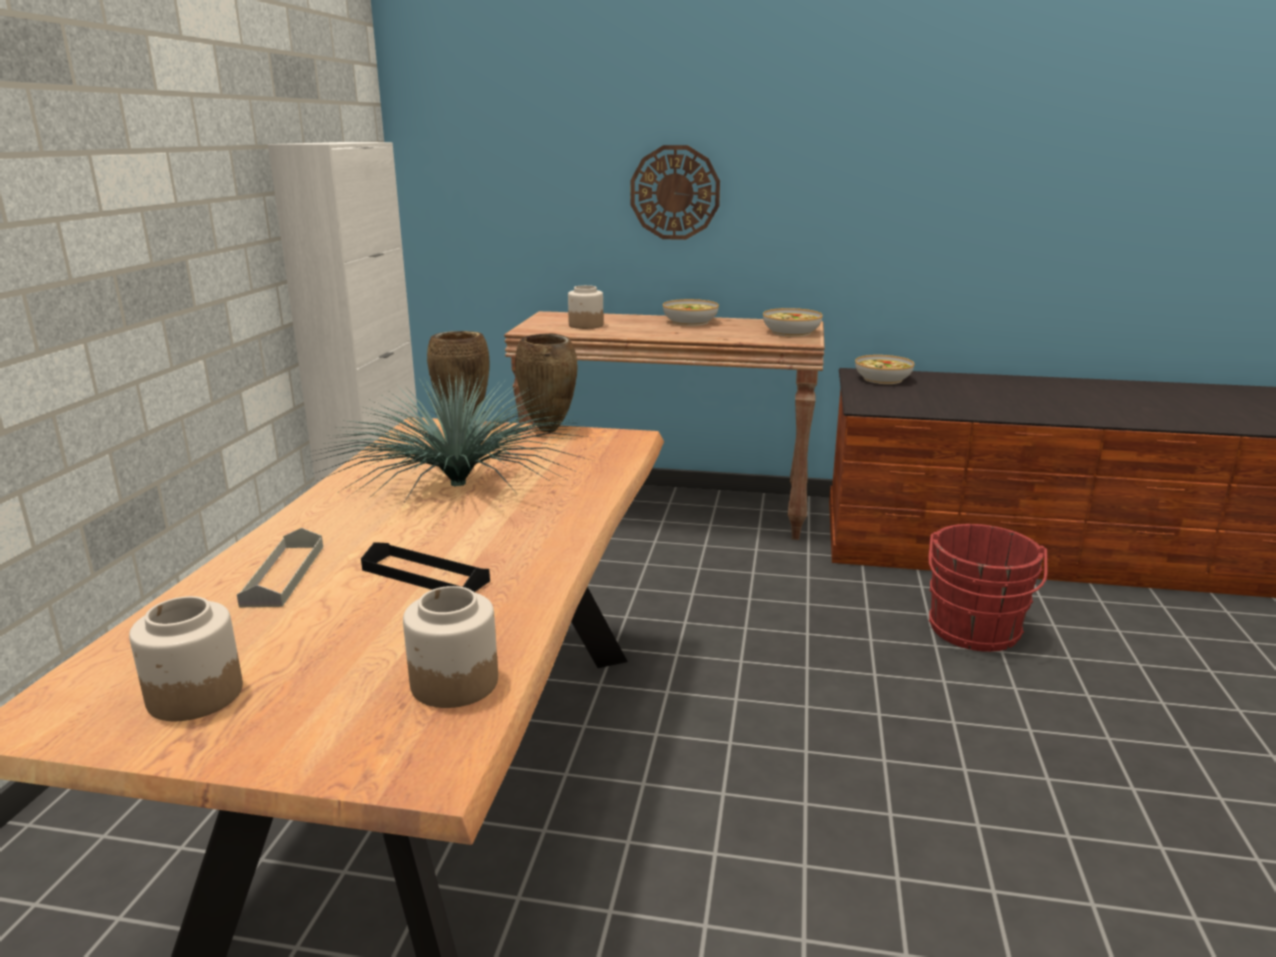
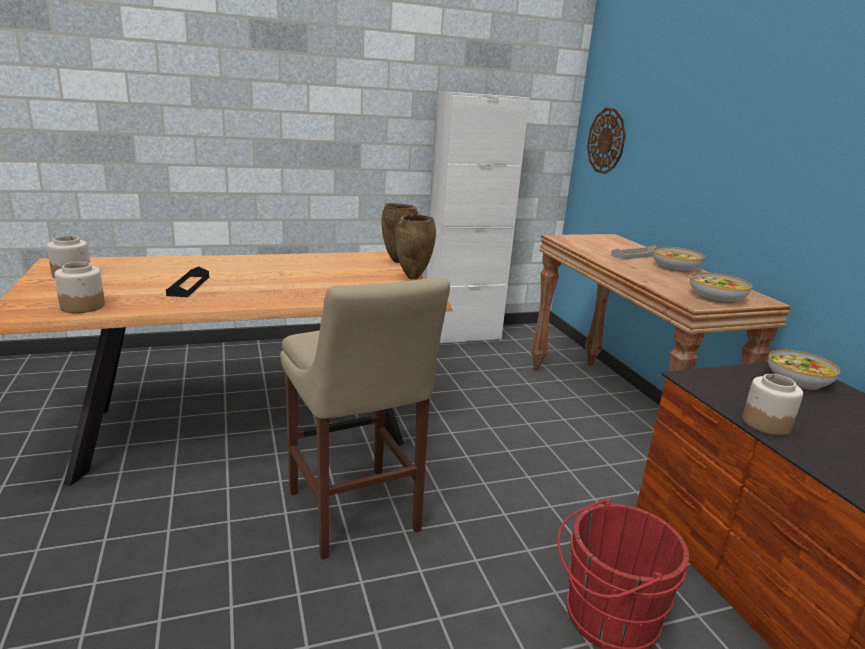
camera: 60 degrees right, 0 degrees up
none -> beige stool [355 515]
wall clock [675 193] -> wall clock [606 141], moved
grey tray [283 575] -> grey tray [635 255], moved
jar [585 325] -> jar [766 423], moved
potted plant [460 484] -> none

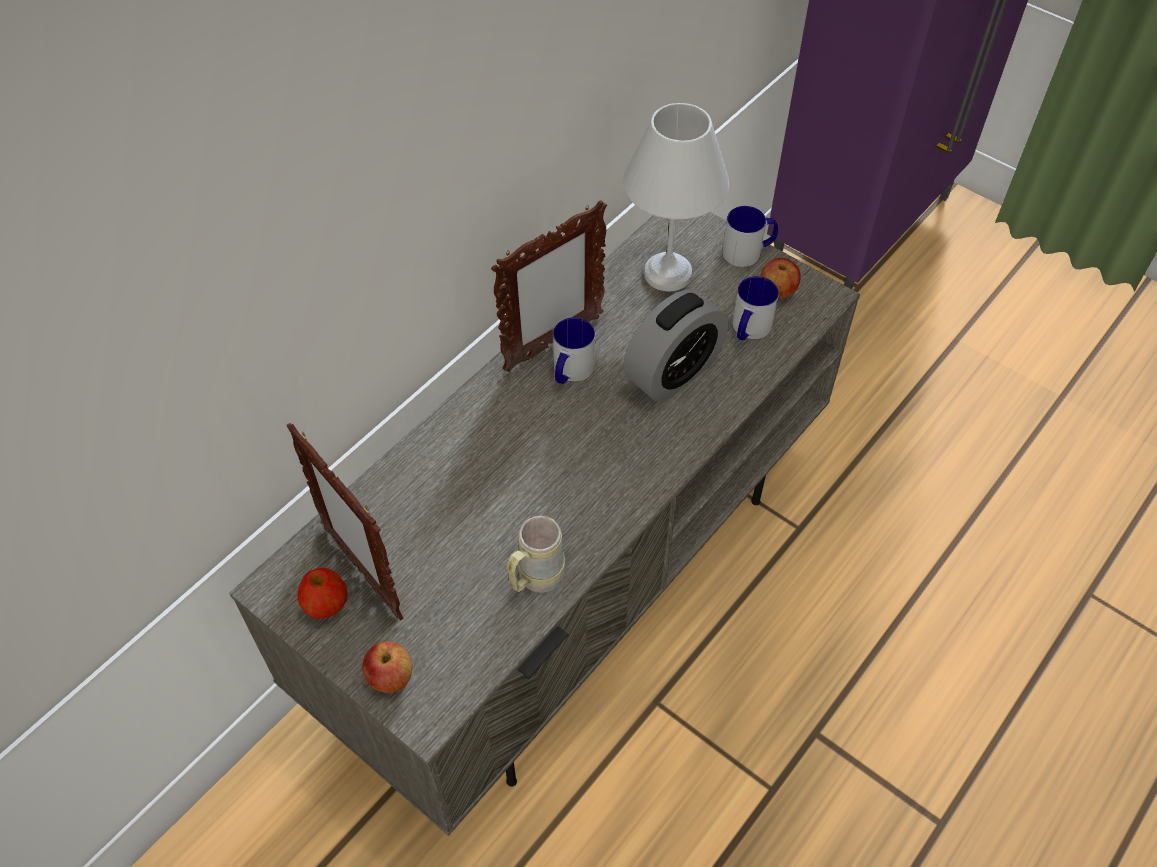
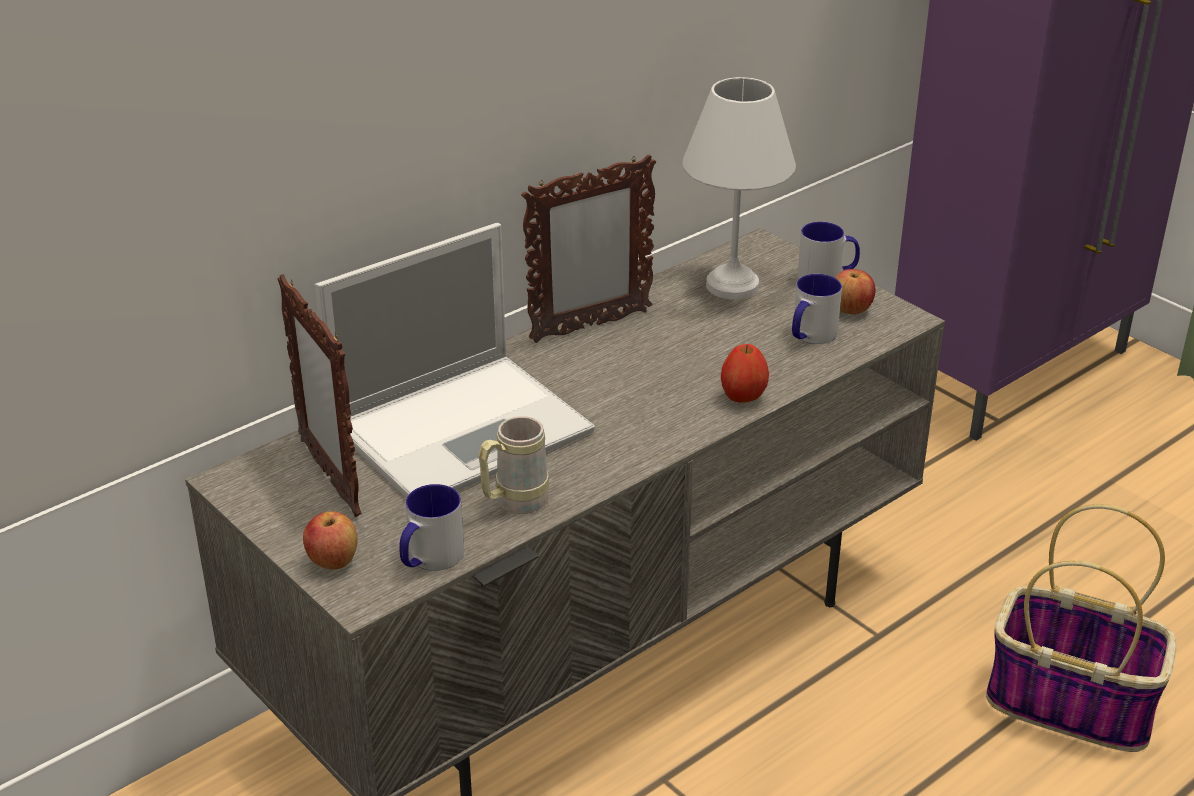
camera: 10 degrees right, 20 degrees down
none -> laptop [465 427]
mug [570 372] -> mug [429 559], moved
apple [326 606] -> apple [742 397], moved
none -> basket [1072 704]
alarm clock [673 373] -> none

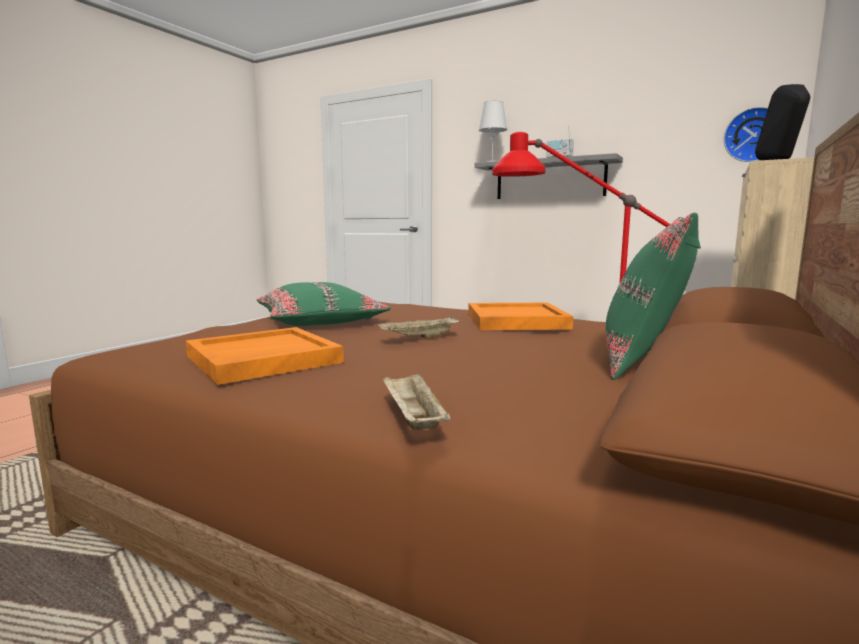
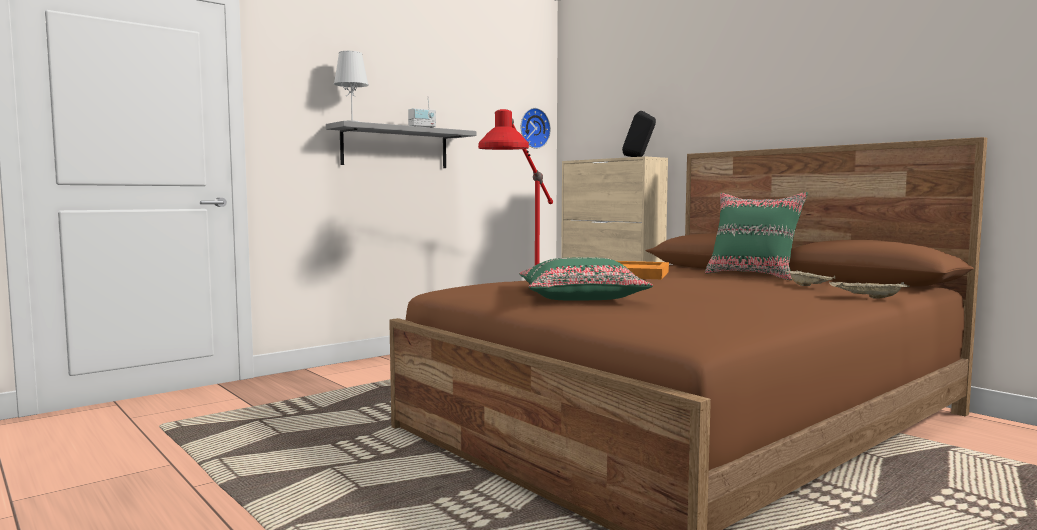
camera: 70 degrees left, 5 degrees down
beige tray [420 338] -> beige tray [809 286], moved
orange tray [262 359] -> none

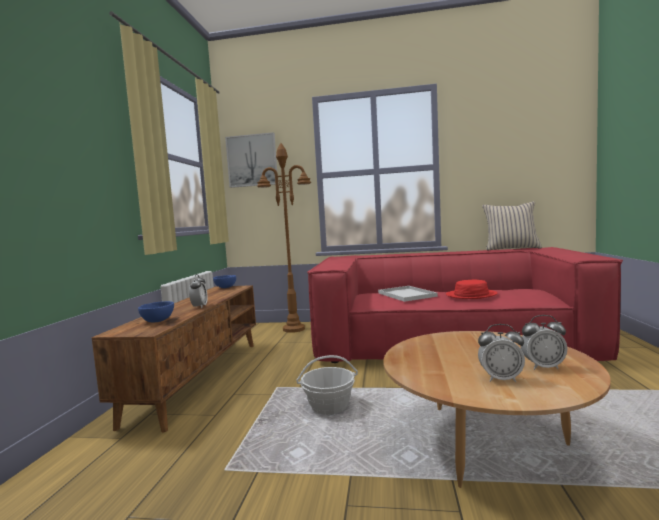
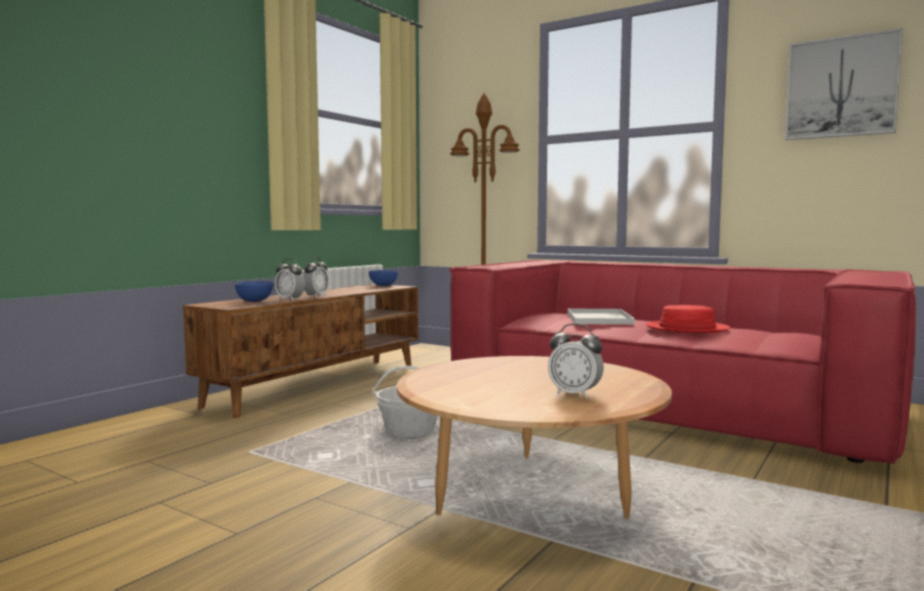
camera: 25 degrees right, 0 degrees up
alarm clock [500 379] -> alarm clock [290 300], moved
picture [252 160] -> picture [841 87], moved
beige pillow [511 248] -> none

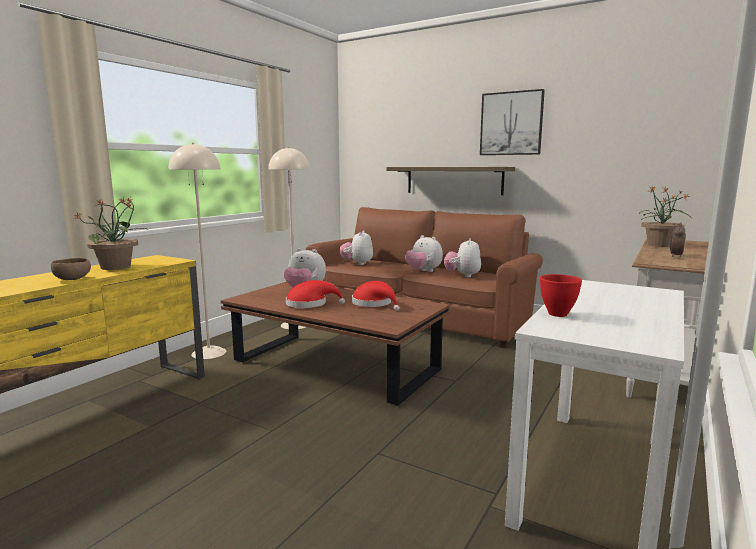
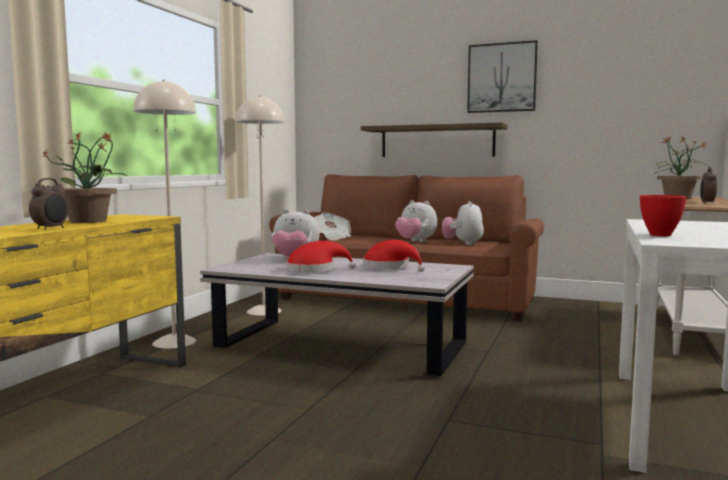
camera: 10 degrees left, 5 degrees down
brown bowl [73 279] -> alarm clock [51 228]
brown coffee table [335 366] -> white coffee table [341 346]
plush toy [357 264] -> newspaper [332 237]

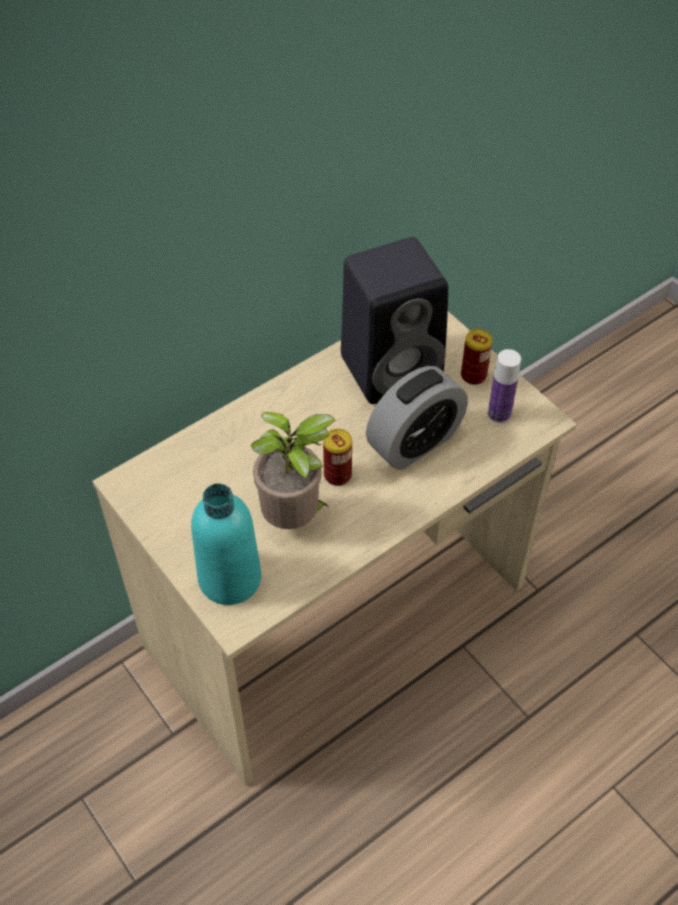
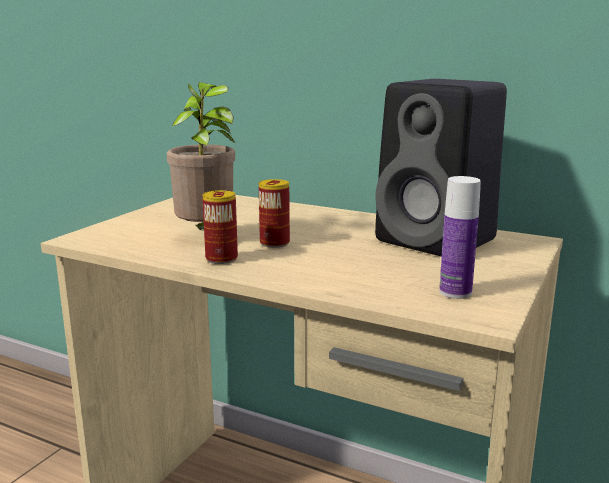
camera: 65 degrees right, 35 degrees down
can [473 375] -> can [221 259], moved
turquoise bottle [230 578] -> none
alarm clock [414 442] -> none

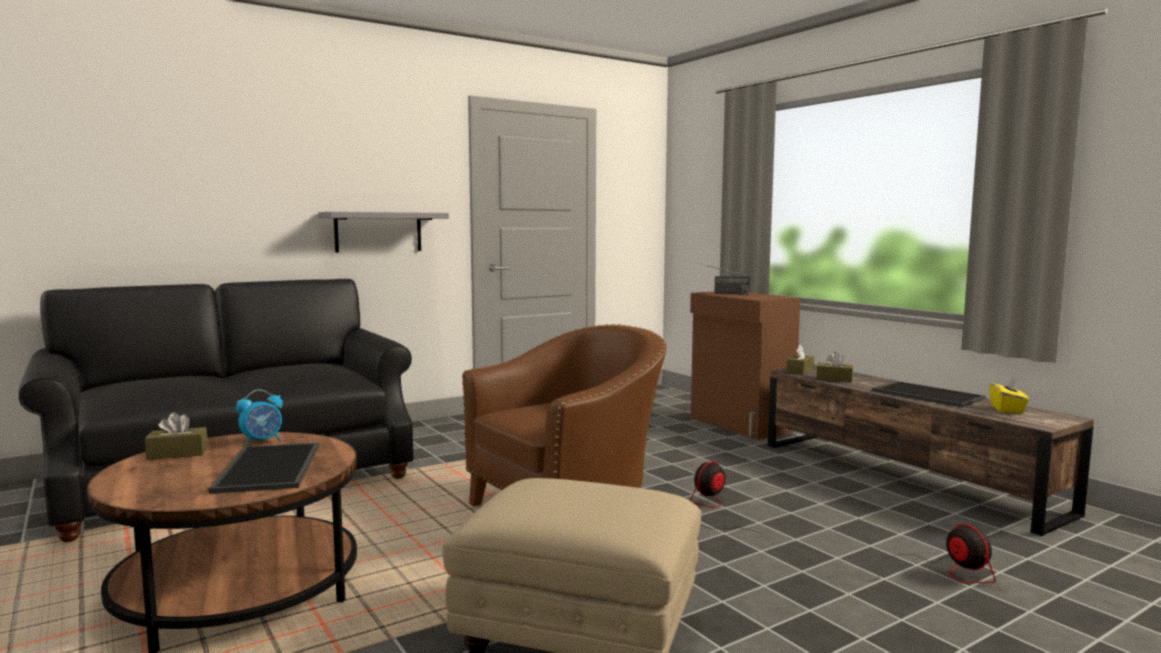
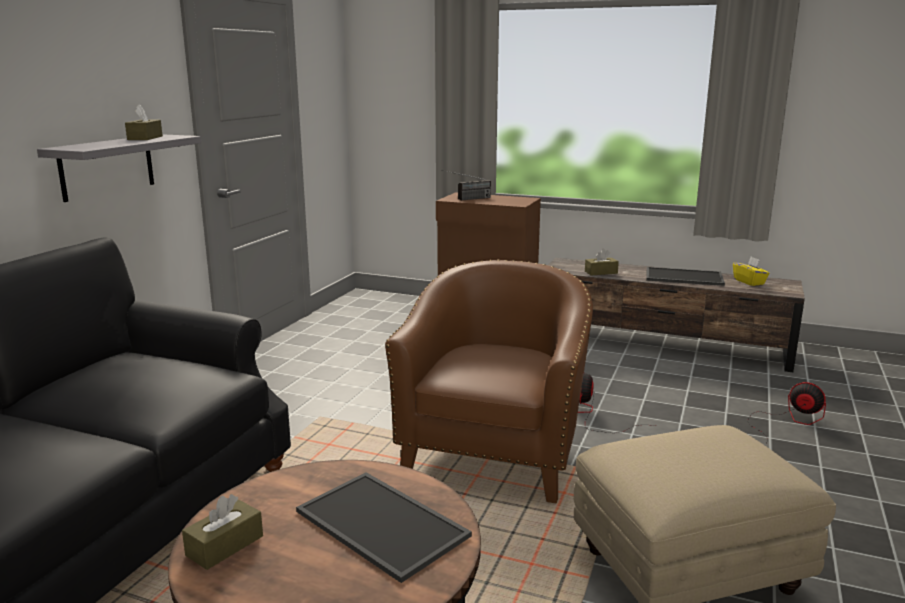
camera: 35 degrees left, 10 degrees up
brown tissue box [800 371] -> brown tissue box [145 138], moved
alarm clock [262 441] -> none

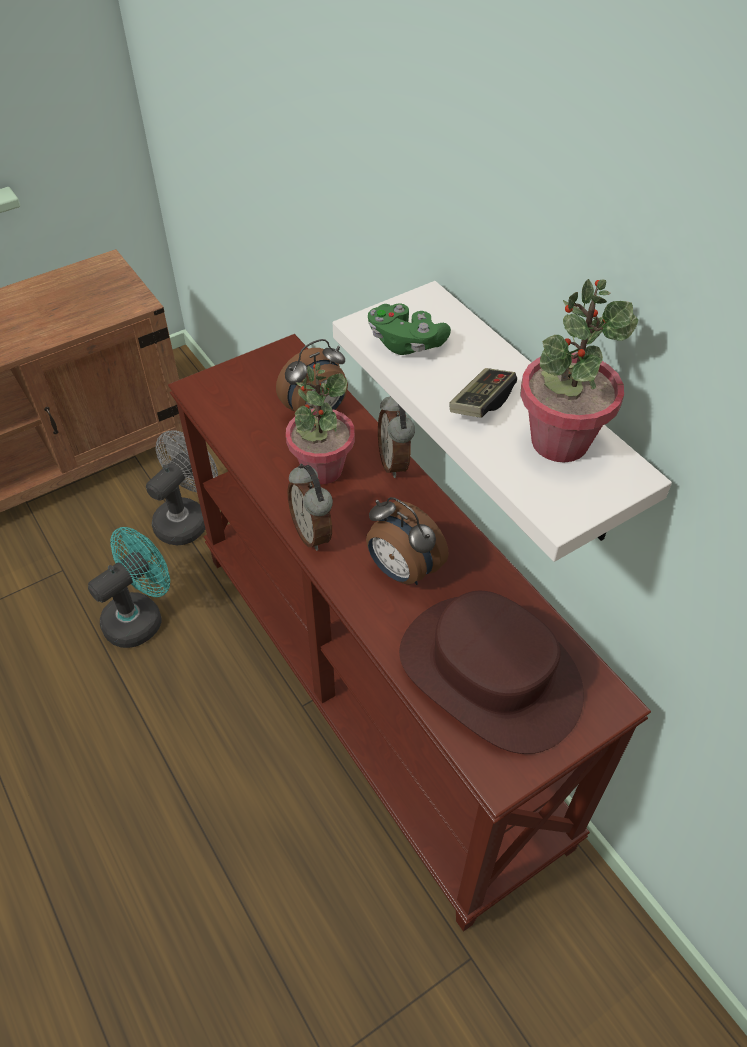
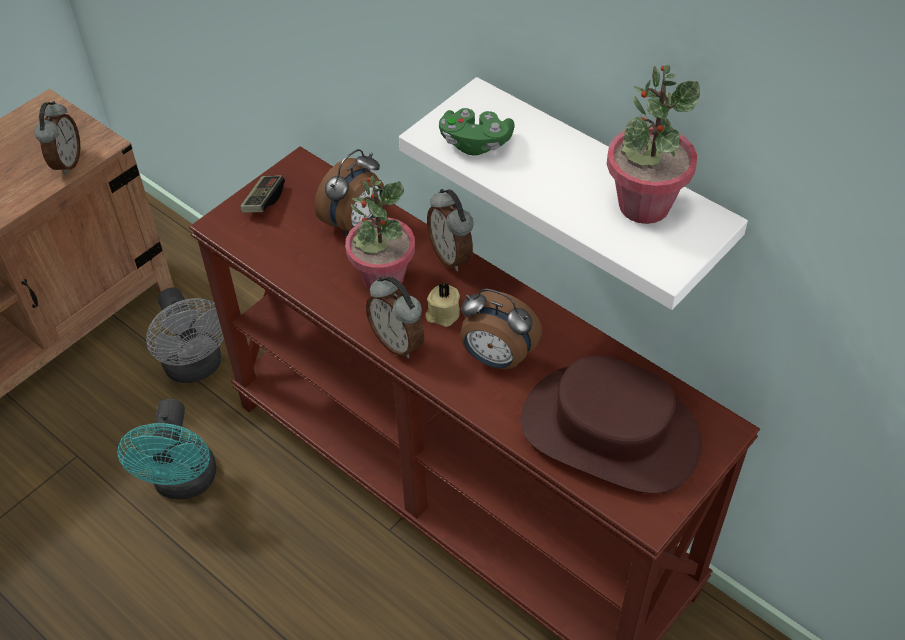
camera: 15 degrees left, 0 degrees up
none -> alarm clock [66 163]
turquoise fan [140 616] -> turquoise fan [184 483], 150 degrees clockwise
grey fan [187 518] -> grey fan [196 368], 135 degrees clockwise
game controller [481 403] -> game controller [264 201], moved
none -> beige candle [442 314]

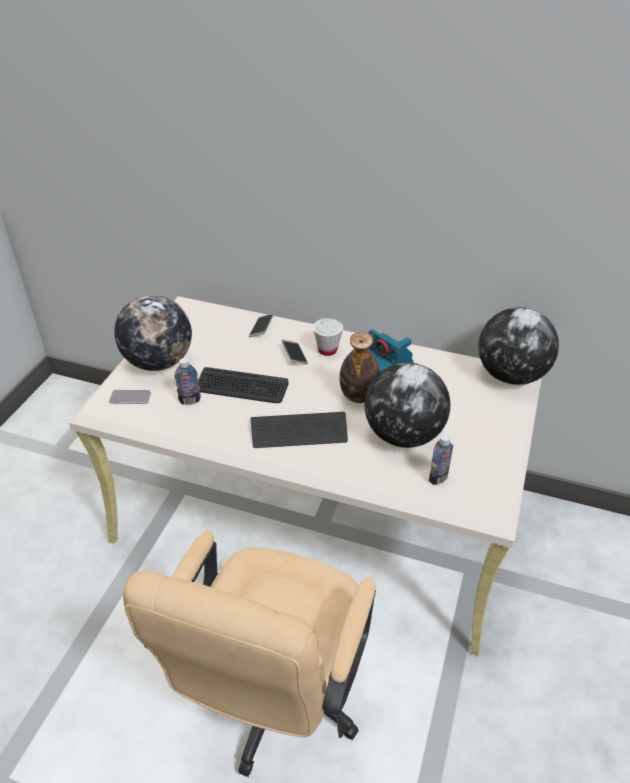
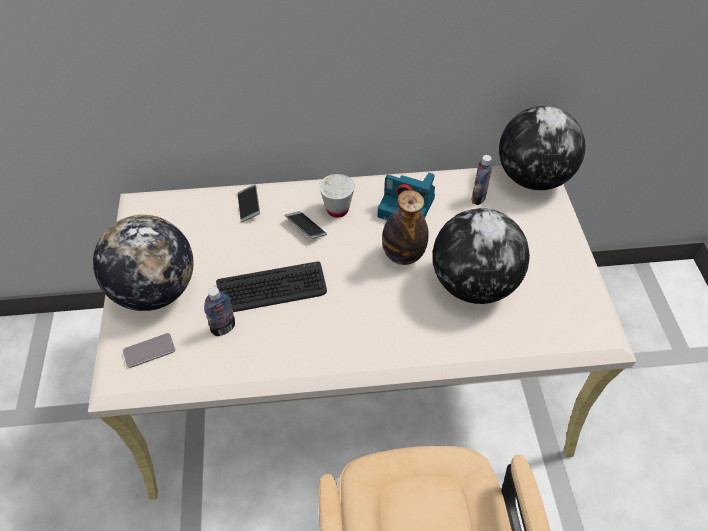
camera: 25 degrees left, 10 degrees up
bottle [438 478] -> bottle [478 198], moved
keyboard [299 431] -> none

